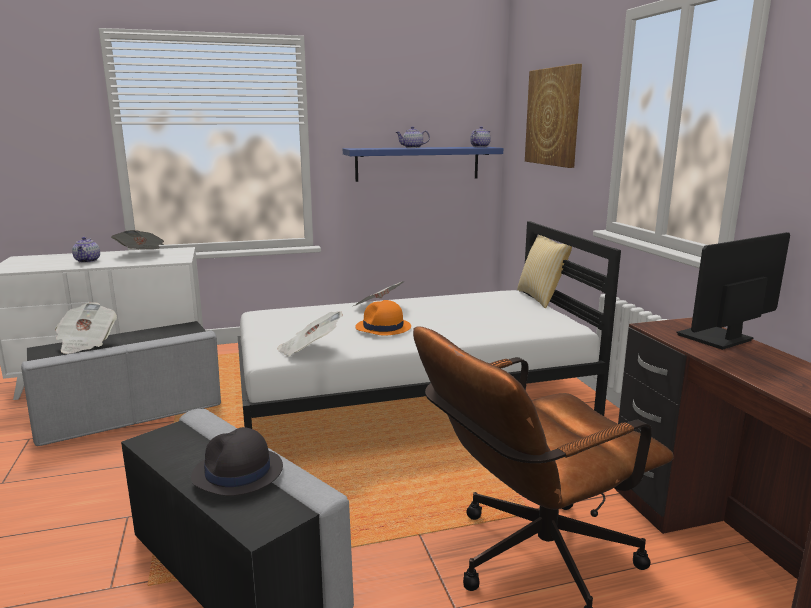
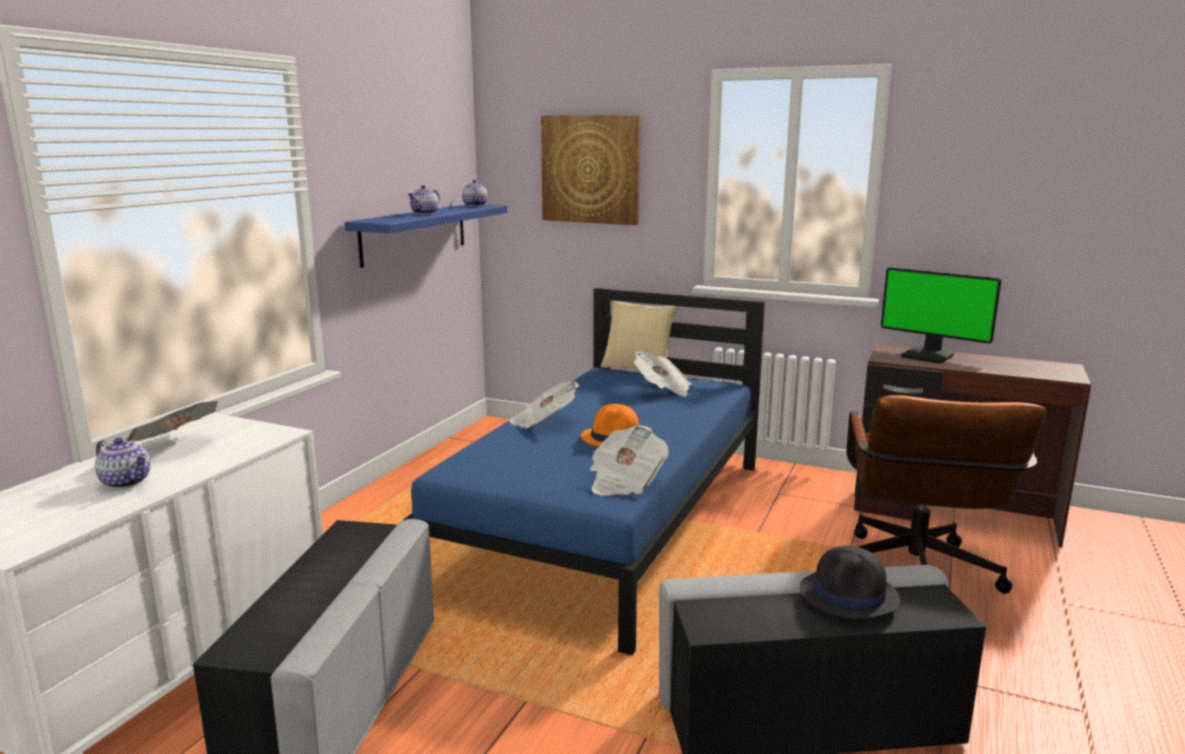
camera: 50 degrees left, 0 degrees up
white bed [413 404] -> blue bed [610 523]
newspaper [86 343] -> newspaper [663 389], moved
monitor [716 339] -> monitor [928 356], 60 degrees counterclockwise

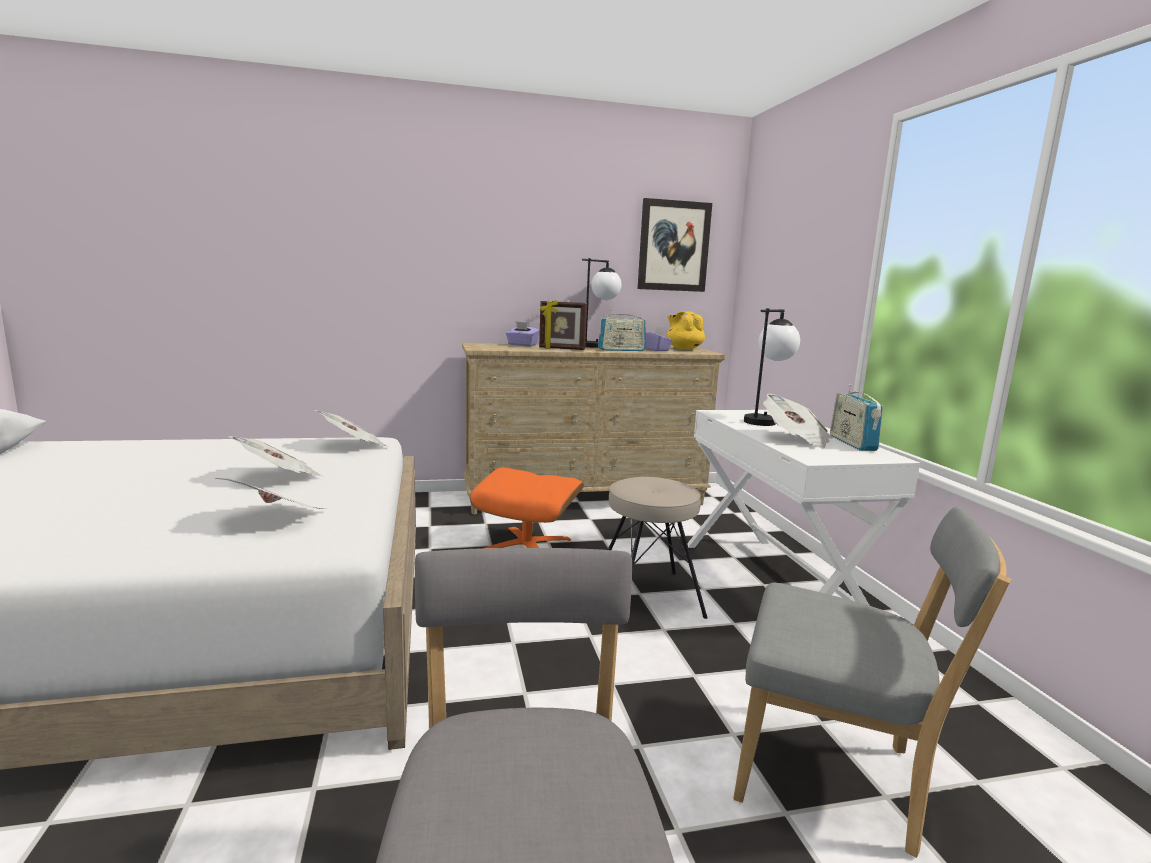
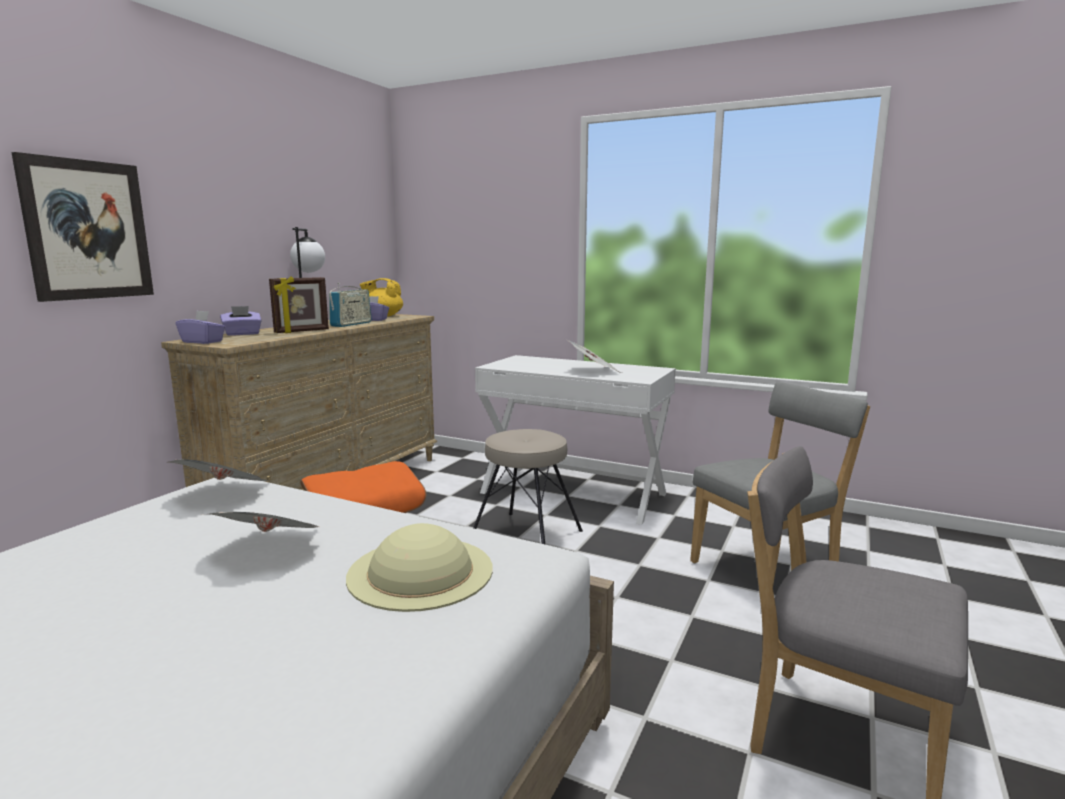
camera: 50 degrees left, 0 degrees up
picture [673 246] -> picture [87 230], moved
none -> purple tissue box [203 342]
newspaper [275 519] -> beige hat [420 572]
table lamp [765 420] -> none
radio [852 443] -> none

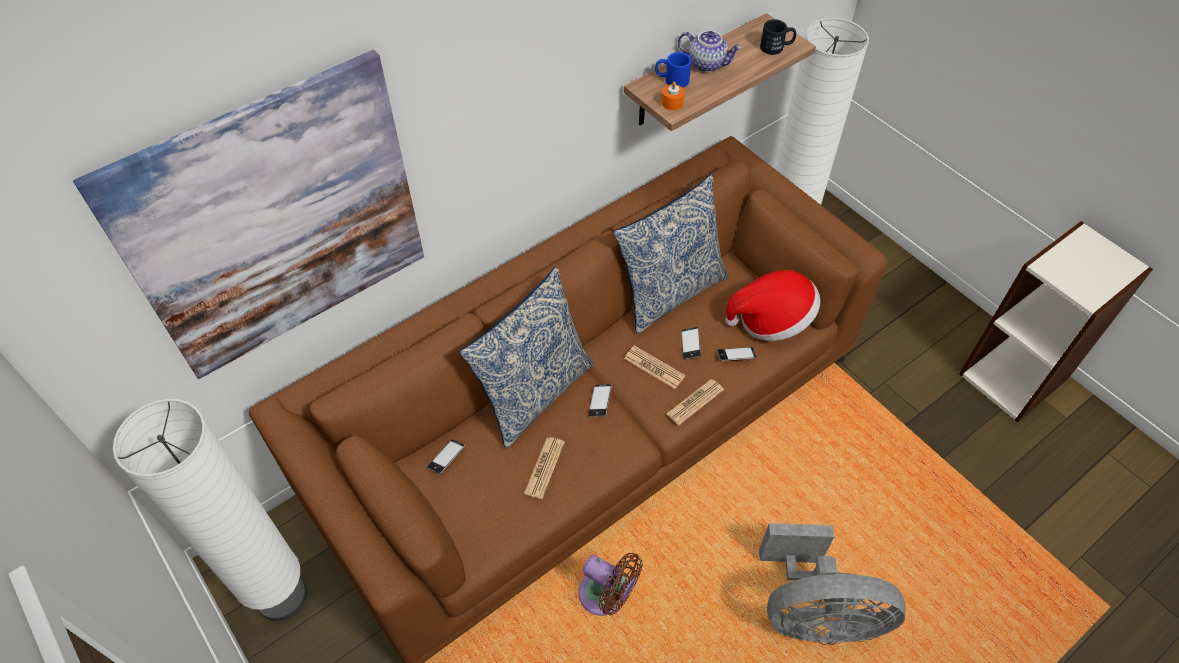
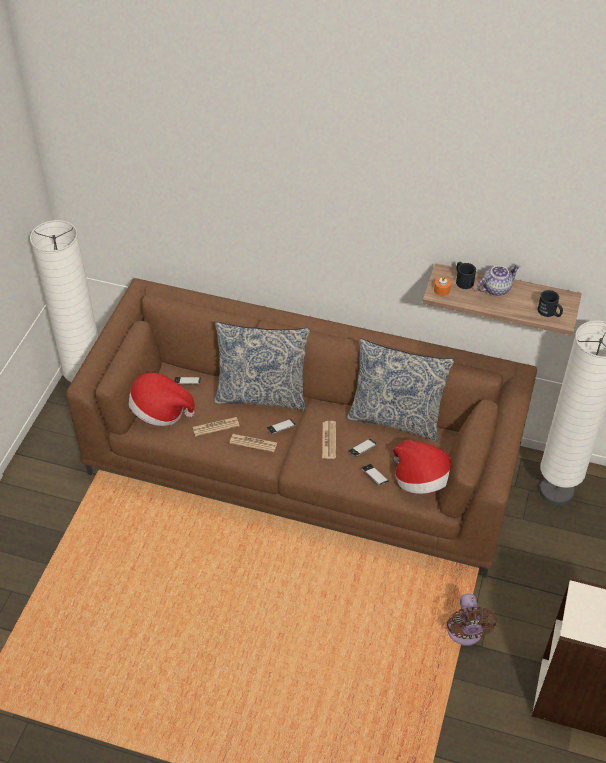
camera: 55 degrees right, 5 degrees down
none -> hat [159 411]
newspaper [695 402] -> newspaper [253 443], moved
brown fan [606 596] -> brown fan [465 633], moved
blue mug [671 80] -> black mug [462 280]
teapot [707 63] -> teapot [496 288], 105 degrees counterclockwise
picture [277 222] -> none
grey fan [814 614] -> none

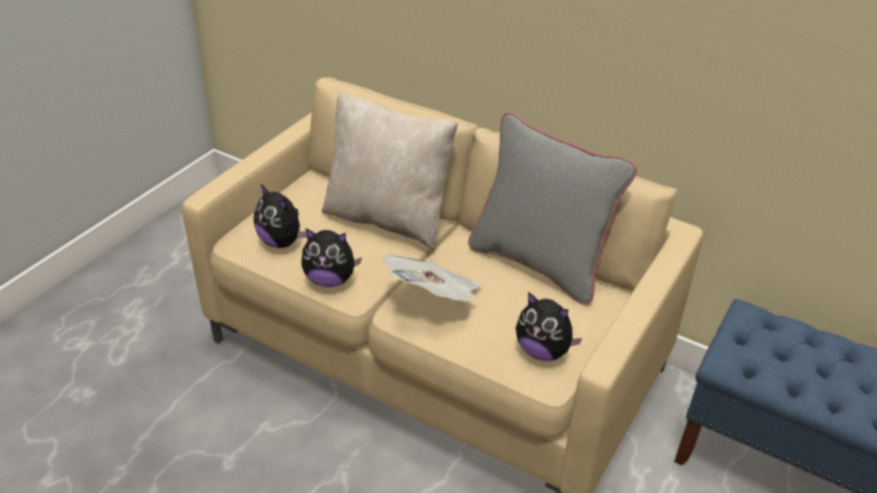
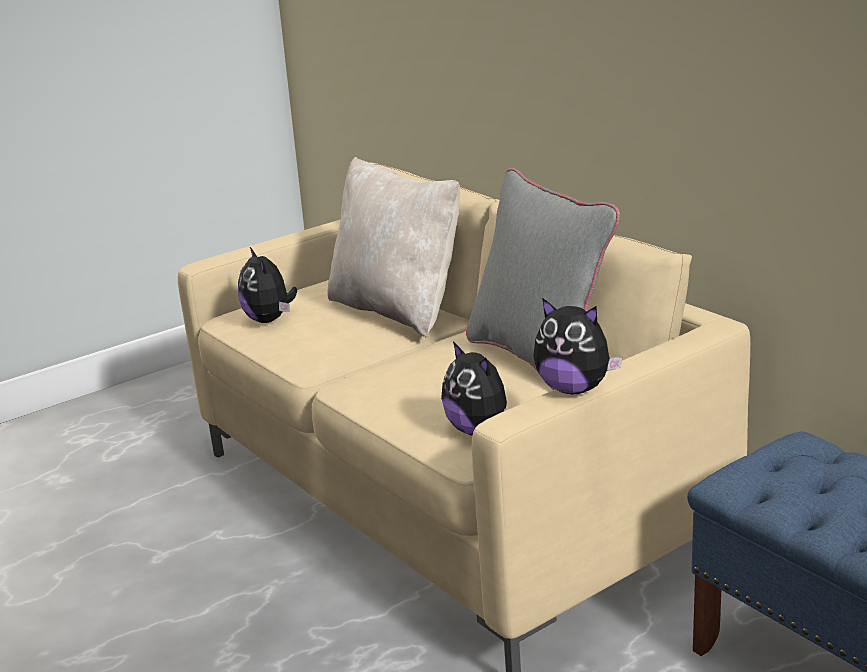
camera: 25 degrees right, 15 degrees down
plush toy [330 280] -> plush toy [574 389], moved
newspaper [434 297] -> none

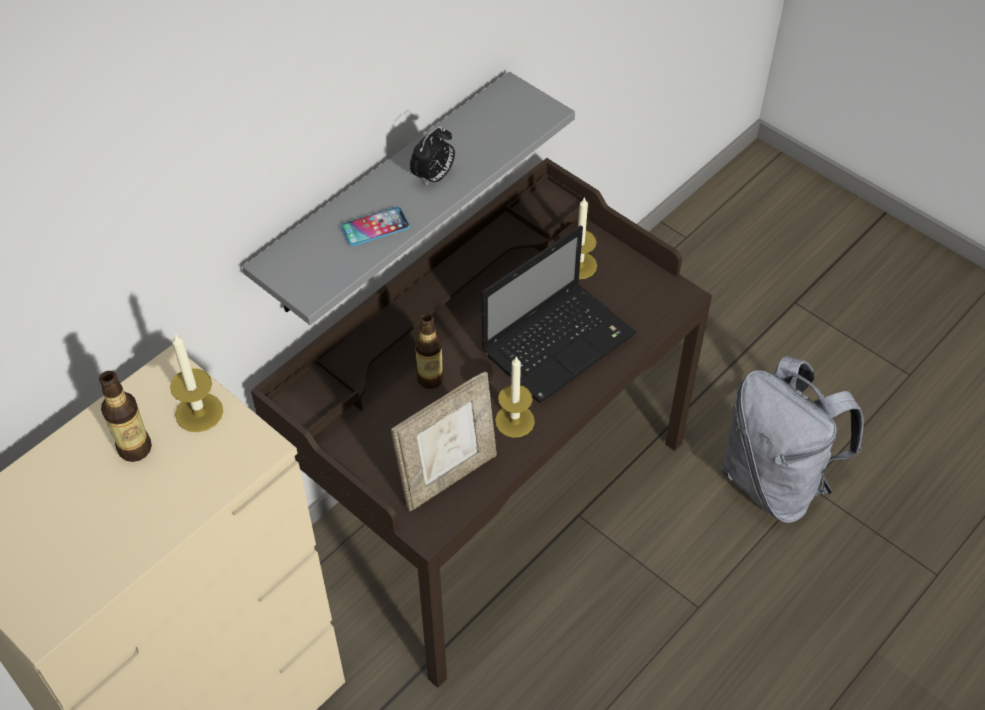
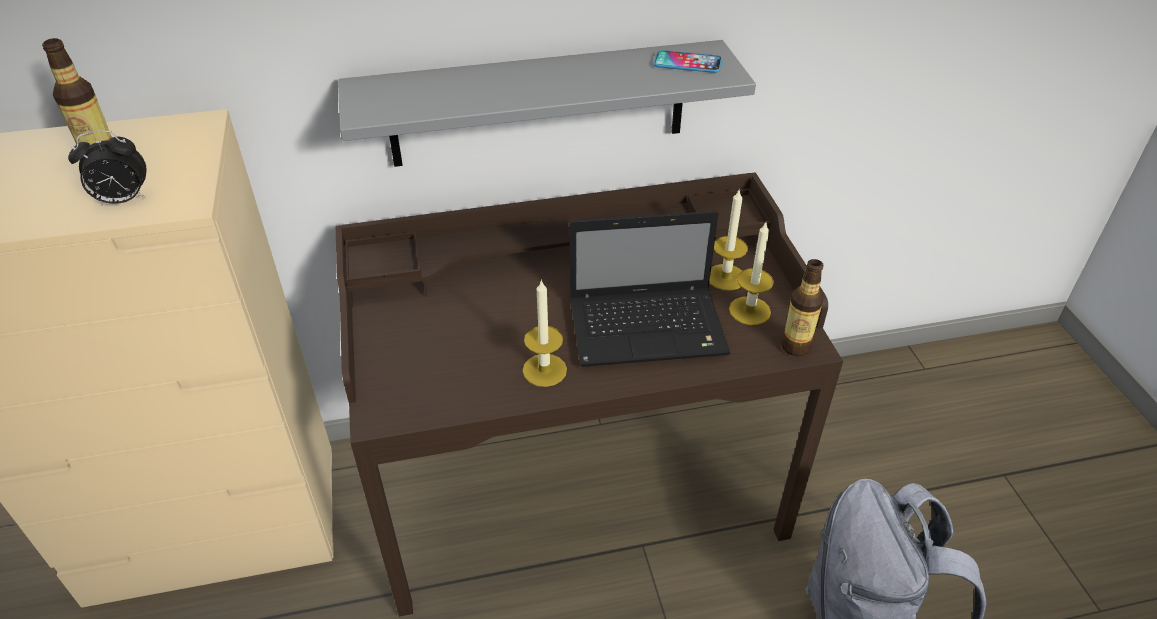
camera: 35 degrees right, 10 degrees down
alarm clock [434 177] -> alarm clock [123 200], moved
phone [375 227] -> phone [687 63], moved
candle [199 412] -> candle [749 310], moved
bottle [430 378] -> bottle [795 346], moved
picture frame [448 476] -> none

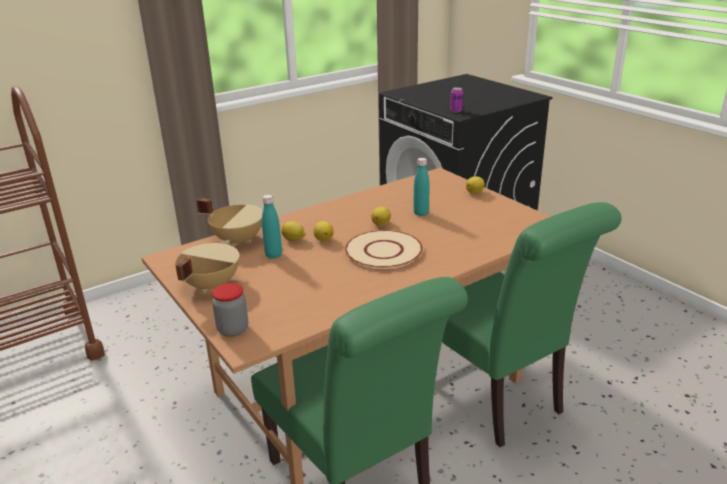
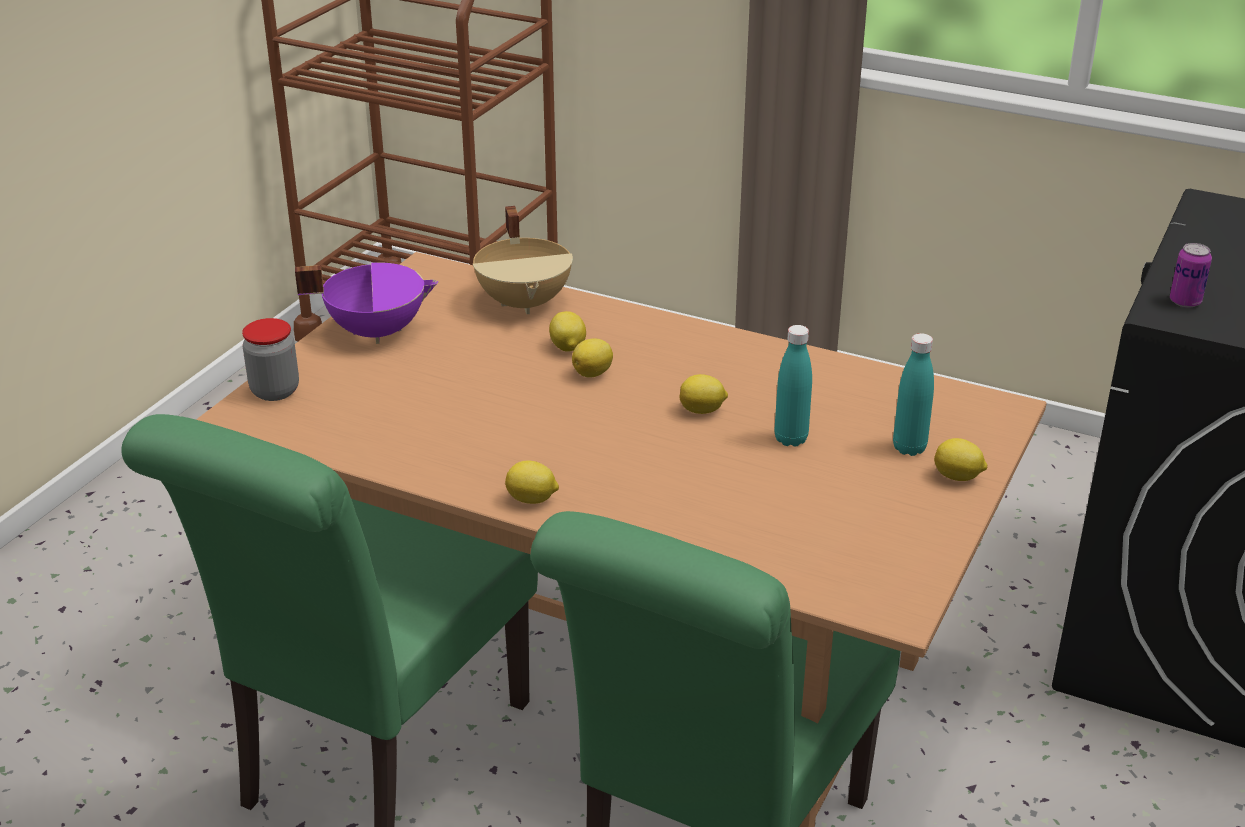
camera: 60 degrees right, 5 degrees up
beige cooking pot [210 285] -> purple cooking pot [376 331]
none -> lemon [532 500]
turquoise bottle [273 255] -> turquoise bottle [909 448], moved
beige plate [383 251] -> none

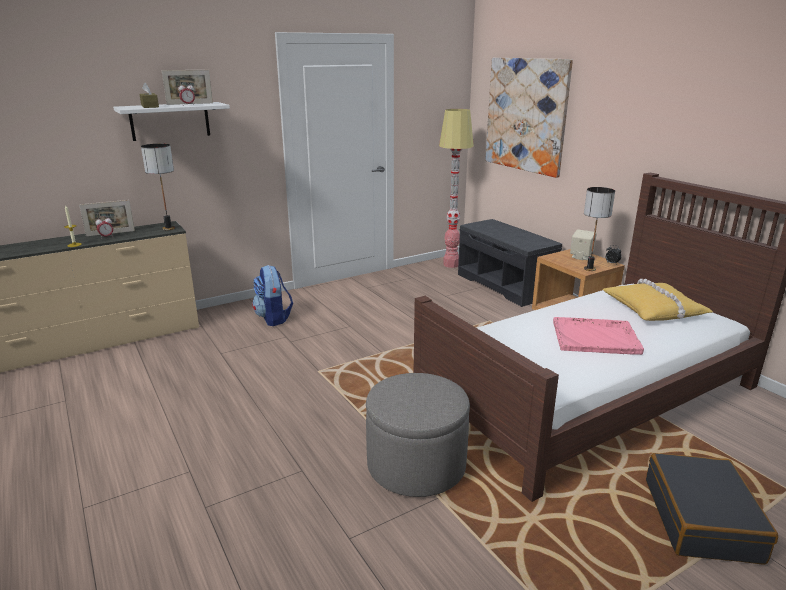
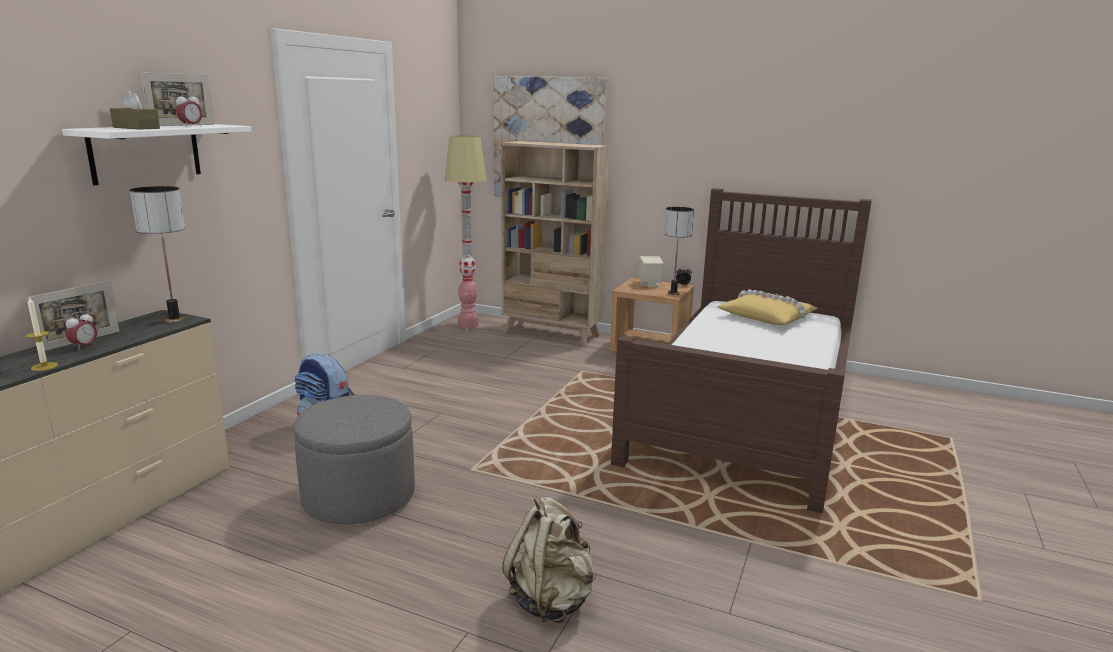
camera: 35 degrees left, 5 degrees down
grey ottoman [416 465] -> grey ottoman [359 496], moved
grey bench [505 285] -> beige bookcase [551 334]
none -> beige backpack [551 599]
pink tray [596 337] -> none
black suitcase [702 520] -> none

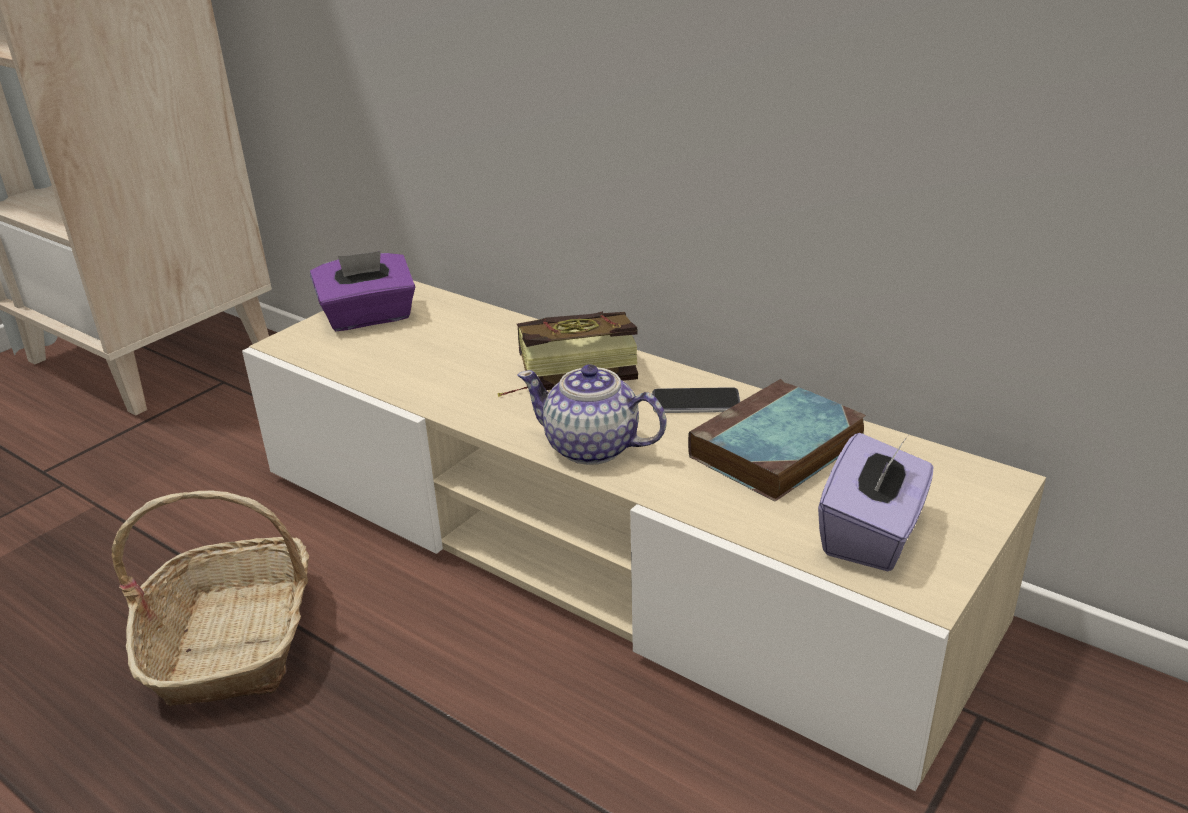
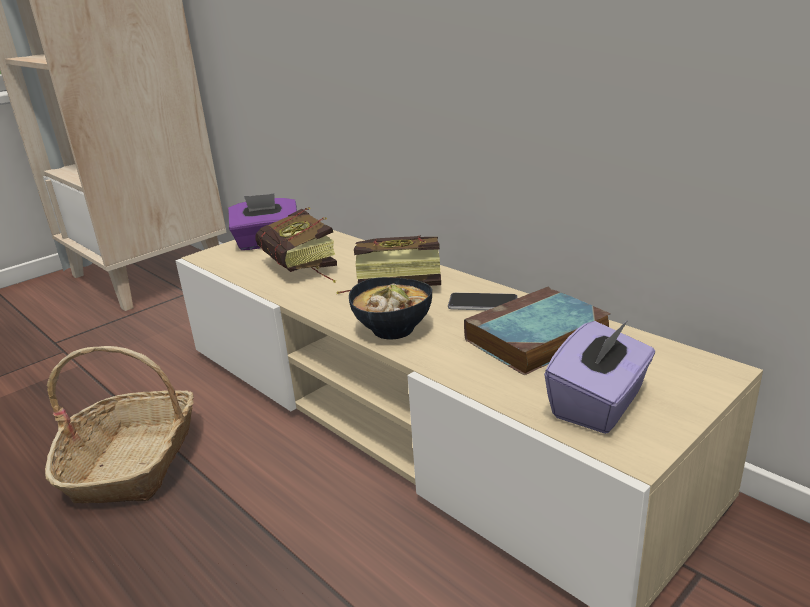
camera: 10 degrees right, 5 degrees down
none -> book [302 270]
teapot [592 448] -> bowl [393 330]

